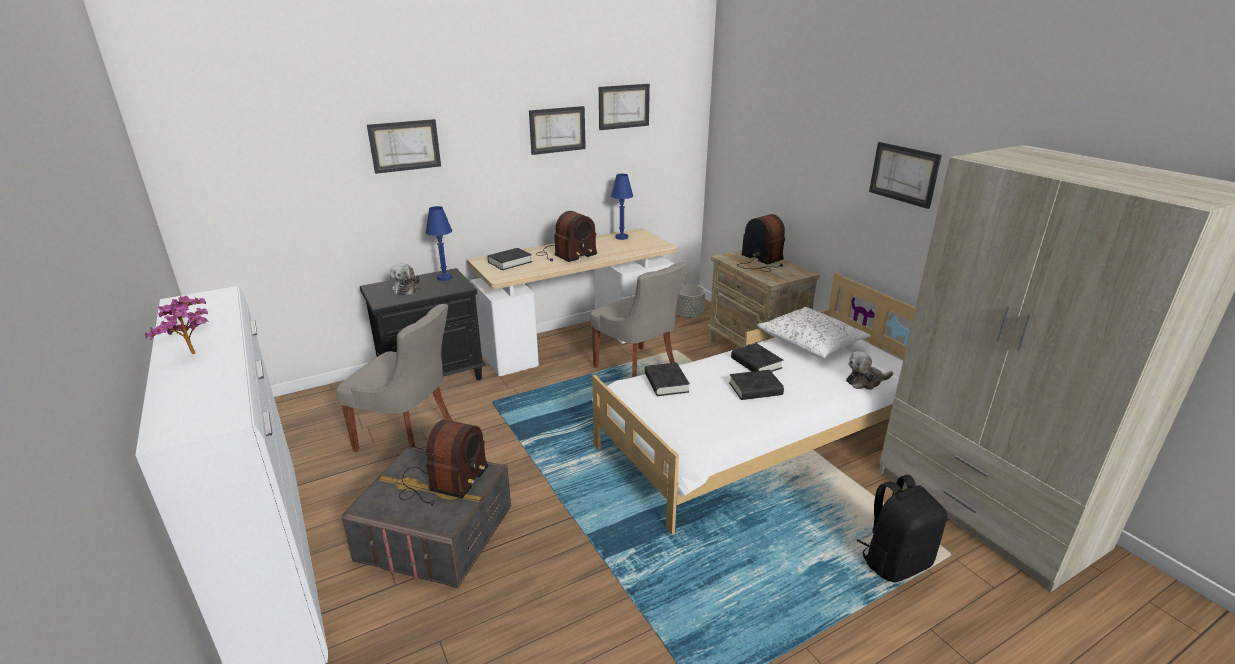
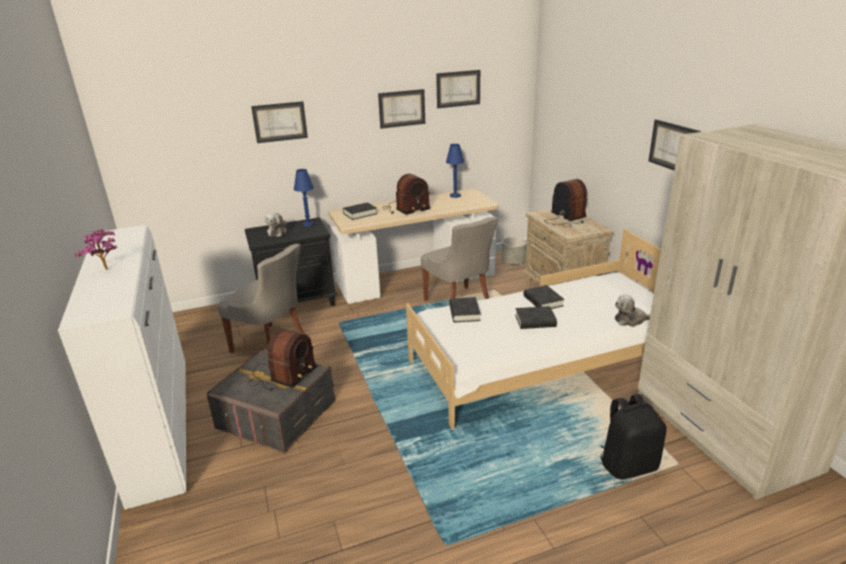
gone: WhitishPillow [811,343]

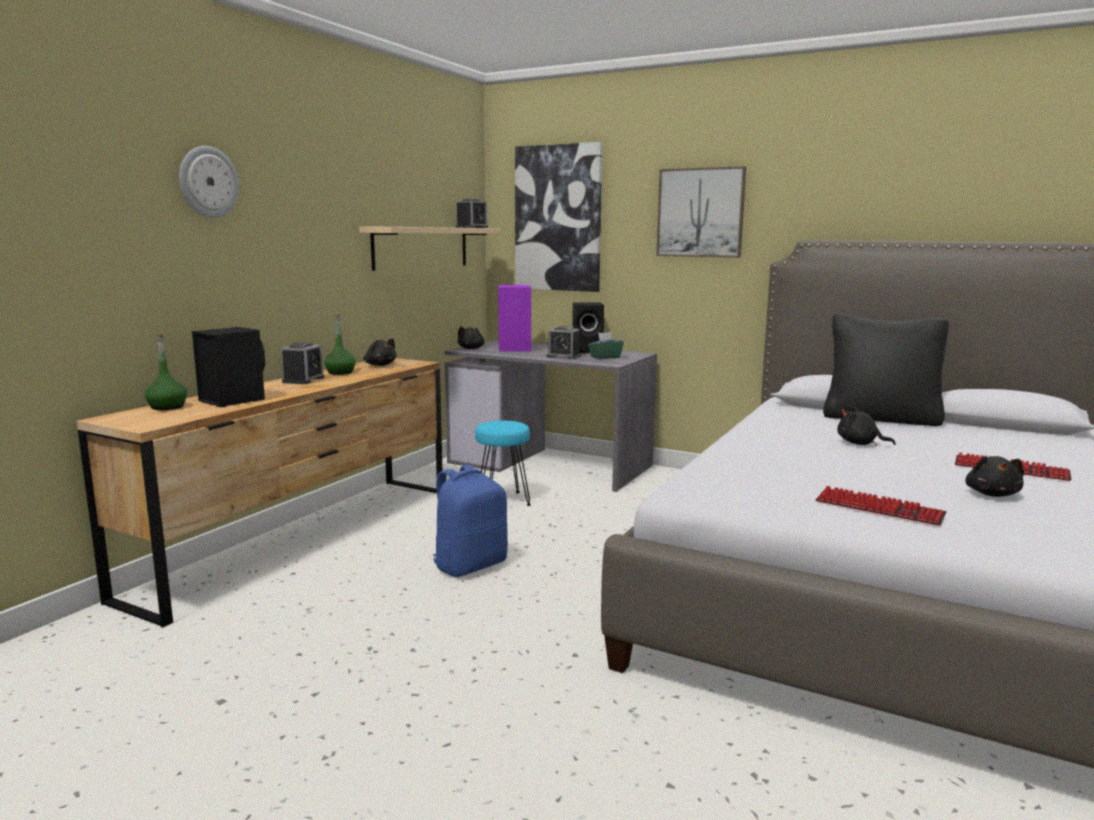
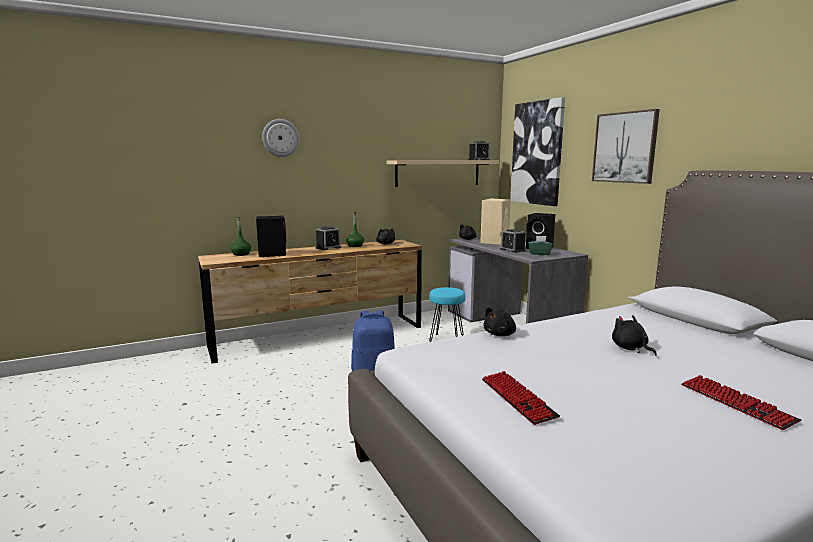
gone: BlackishPillow [880,418]
shifted: BlackishSoftToy [992,494] to [500,334]
repainted: PurpleColouredSpeaker [514,348] to BeigeColouredSpeaker [494,241]

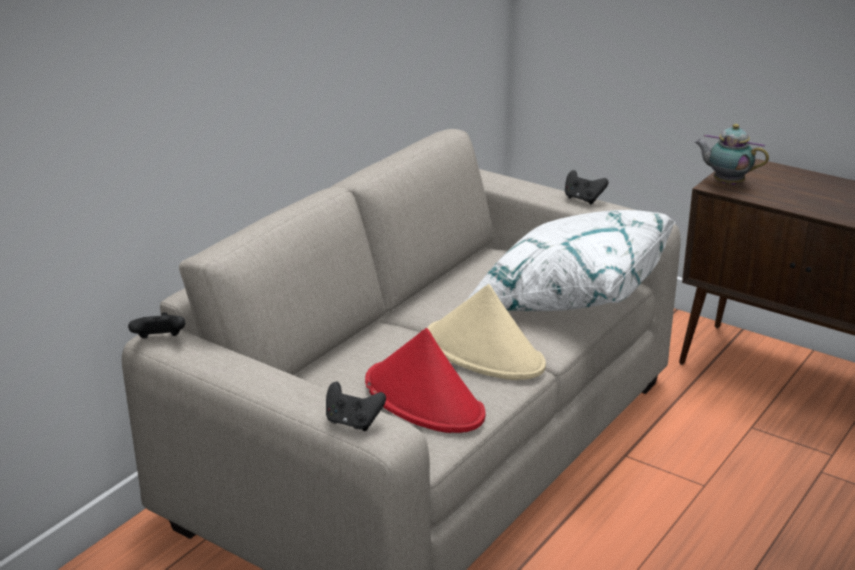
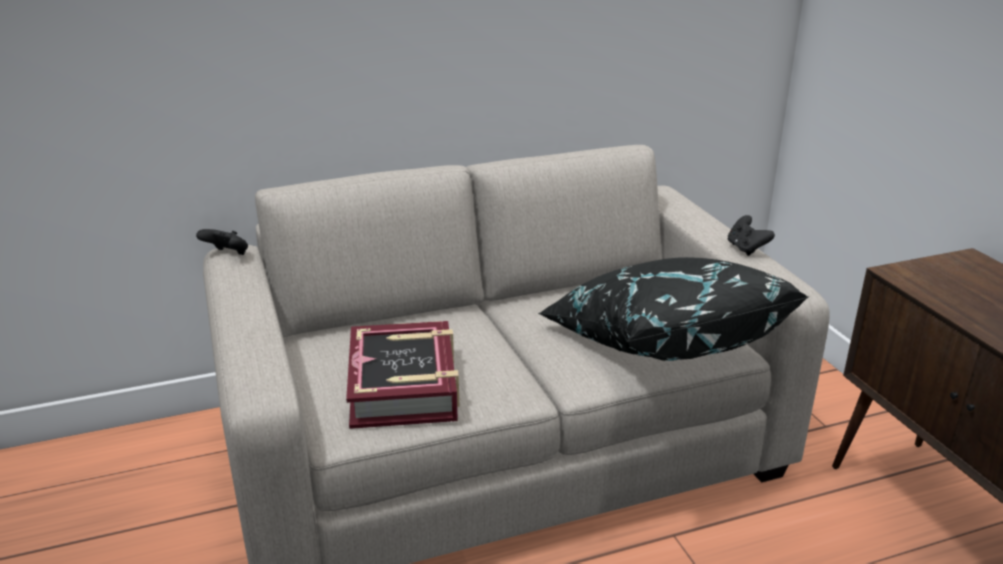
gone: BlackishJoypad [353,422]; BeigeColouredWearableHat [485,352]; TeaPot [726,183]
swapped: RedColouredWearableHat [424,399] to BoundBook [404,386]
repainted: WhitishPillow [568,297] to BlackishPillow [661,343]

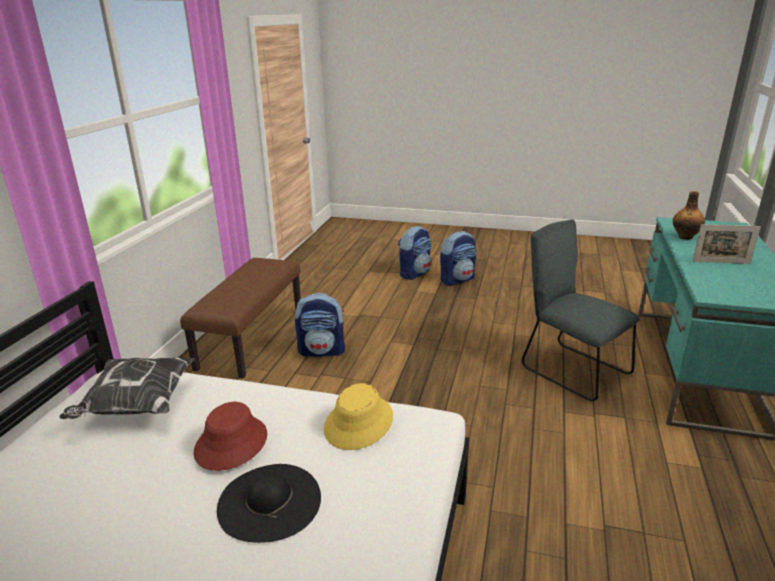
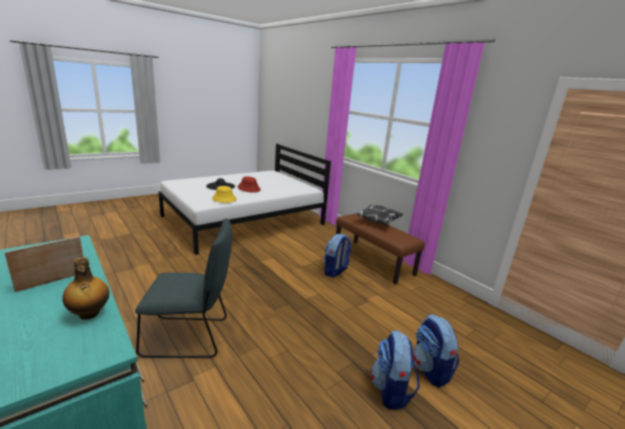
shifted: Pillow [136,405] to [377,222]

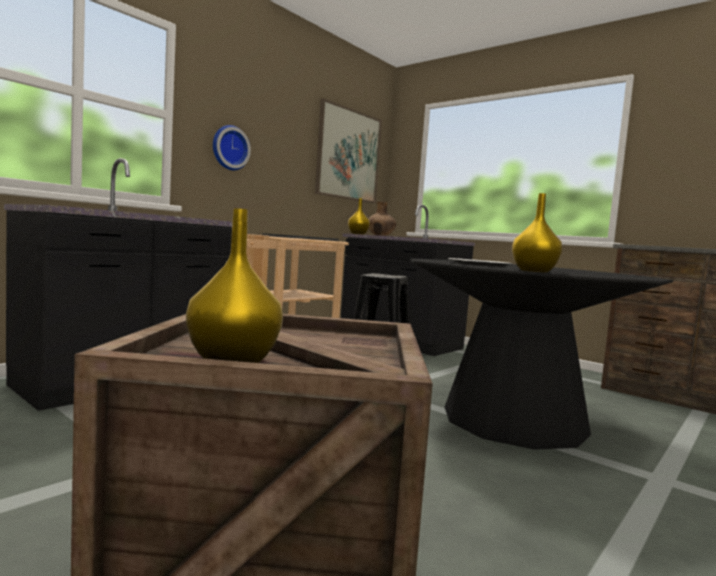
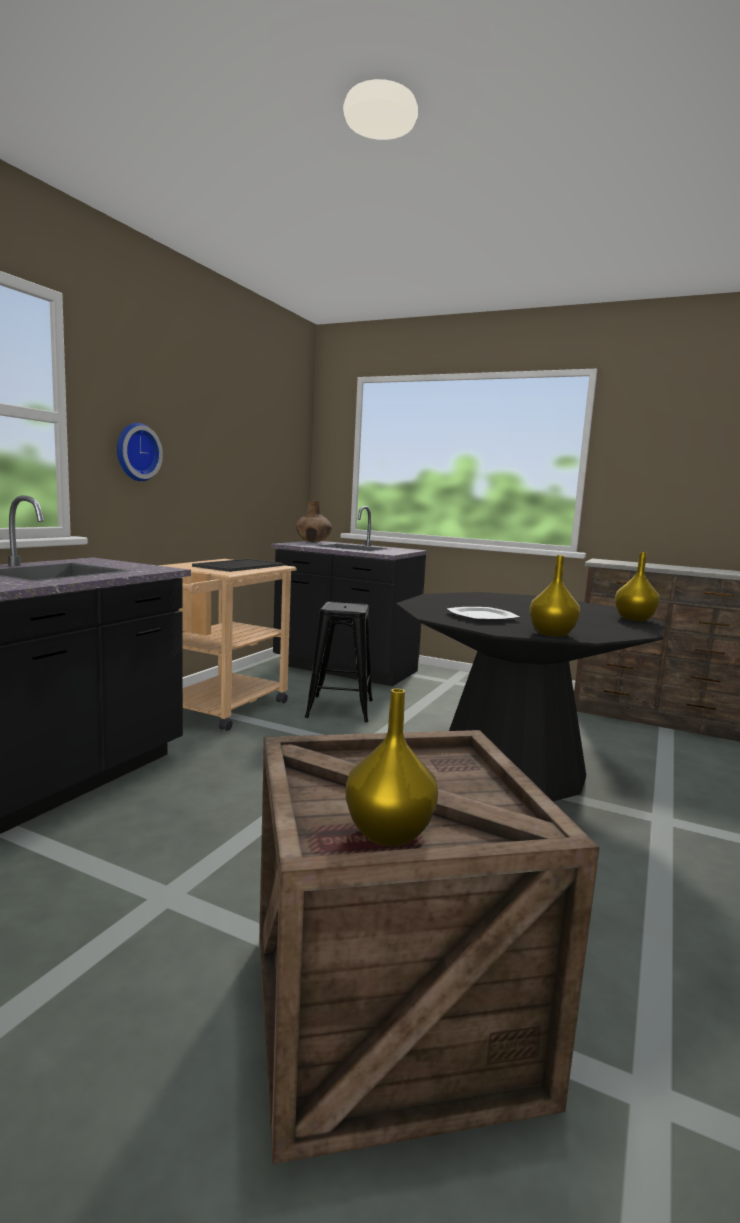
gone: WallPicture [348,155]
shifted: YellowDecorativeVase [358,234] to [634,619]

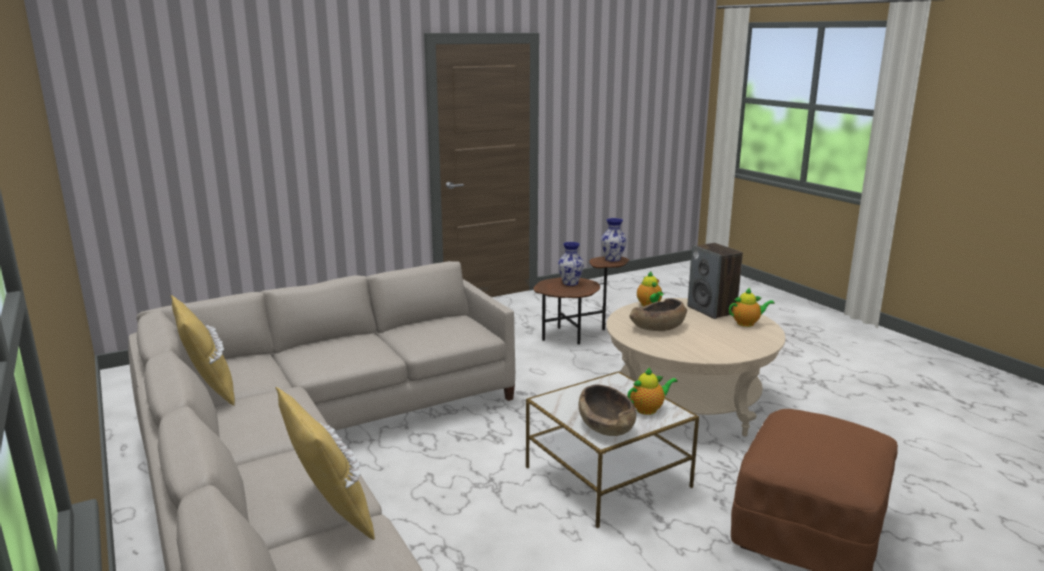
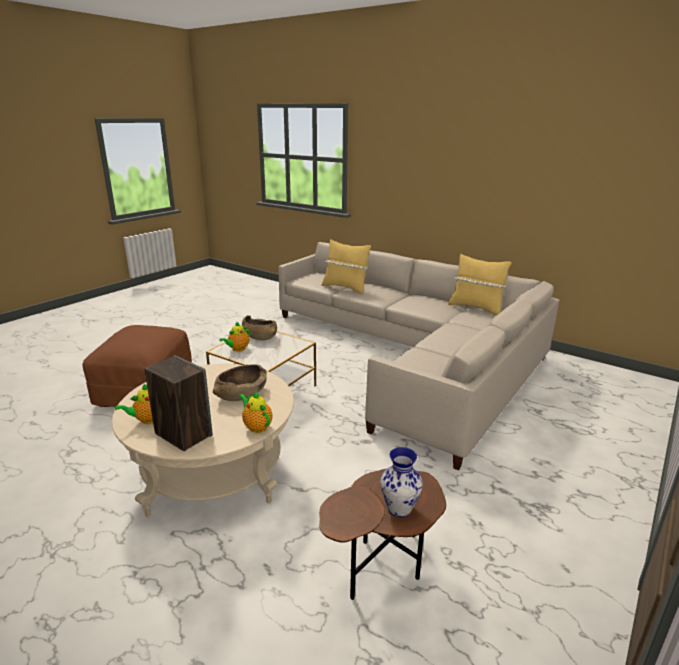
gone: DecorativeVase [613,259]

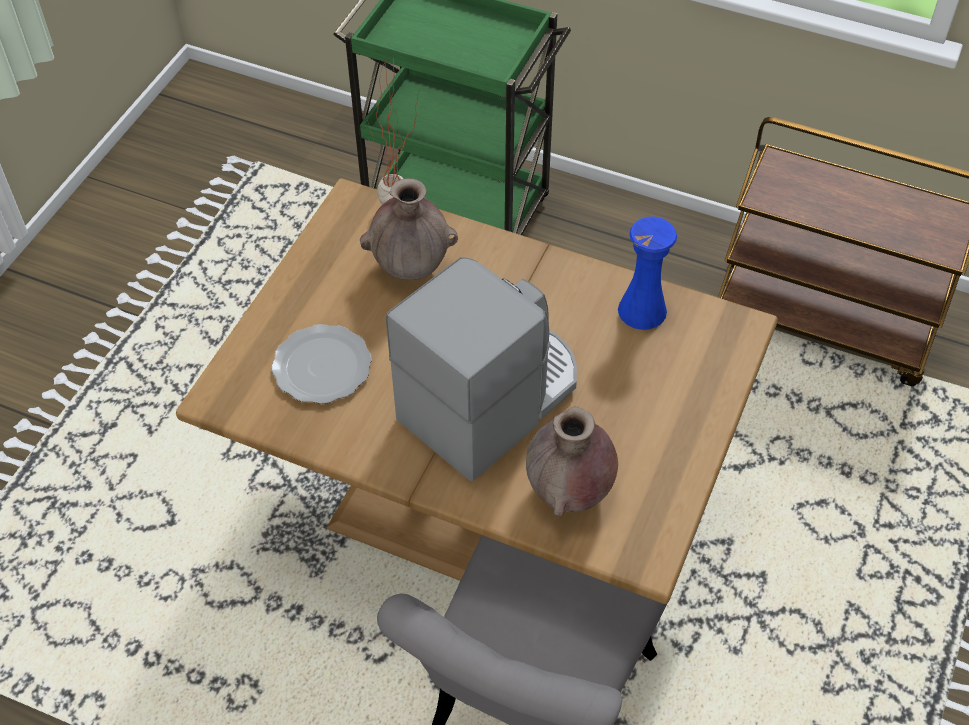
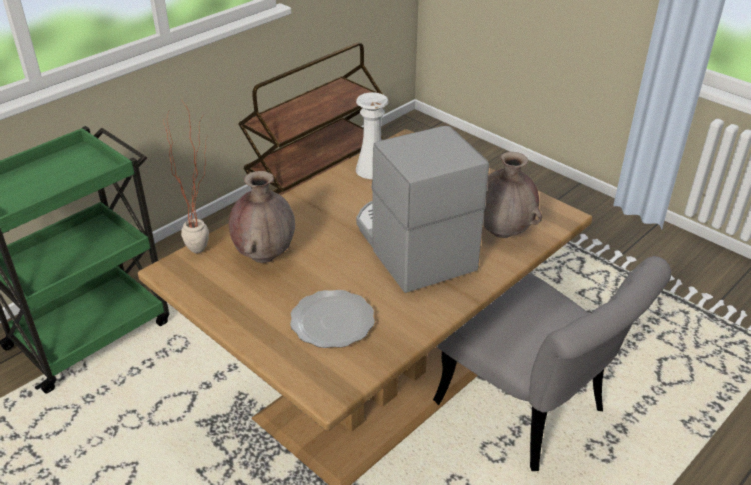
repainted: BlueDecorativeVase [642,310] to WhitishDecorativeVase [372,170]

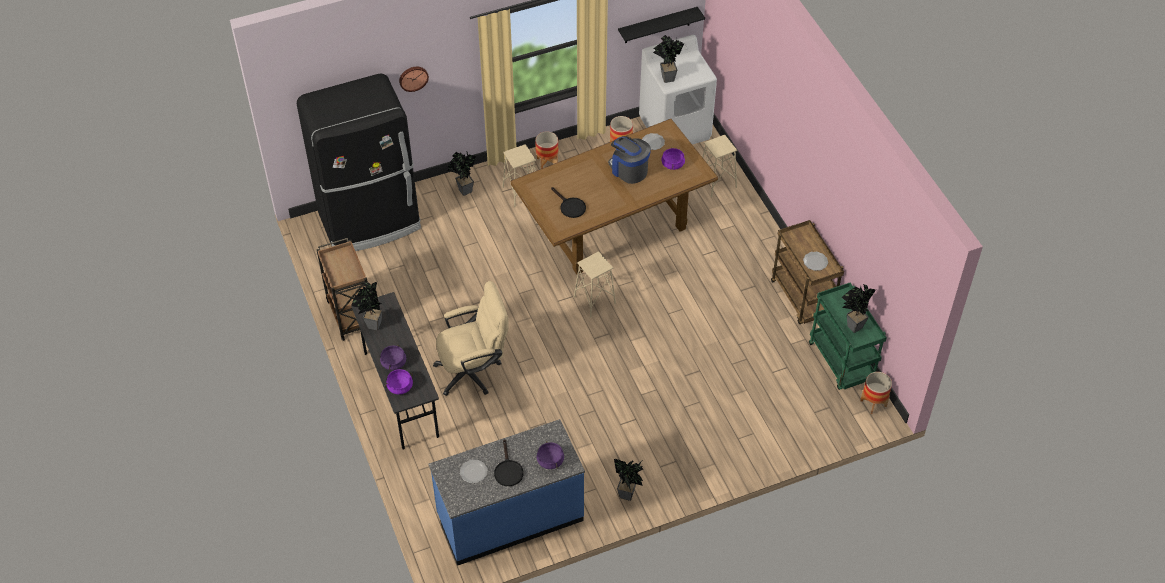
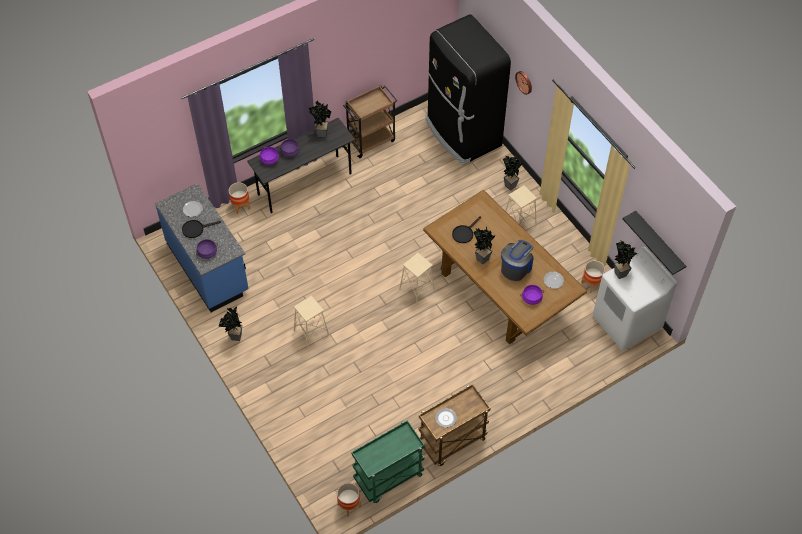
gone: BeigeColouredComputerChair [474,371]
shifted: FlowerPot [547,162] to [241,206]; BeigeColouredStoolSeat [717,183] to [311,333]; PlantInAPot [852,327] to [482,257]

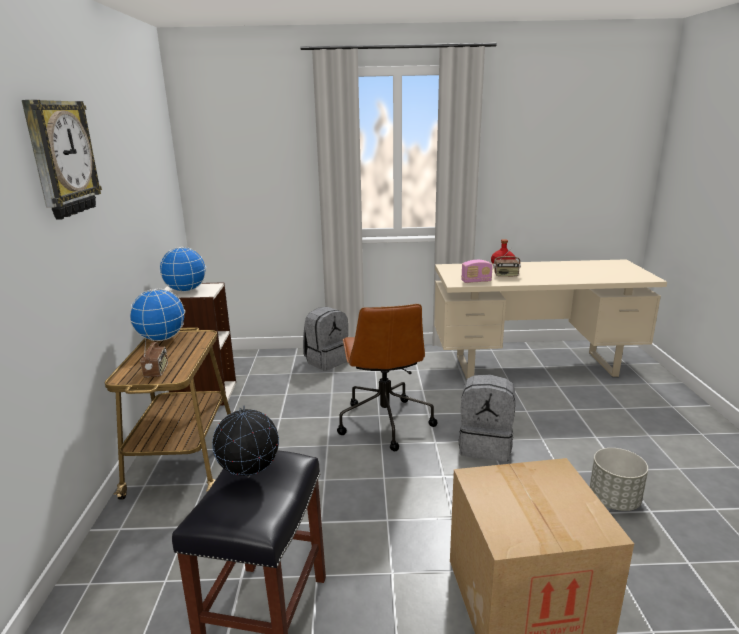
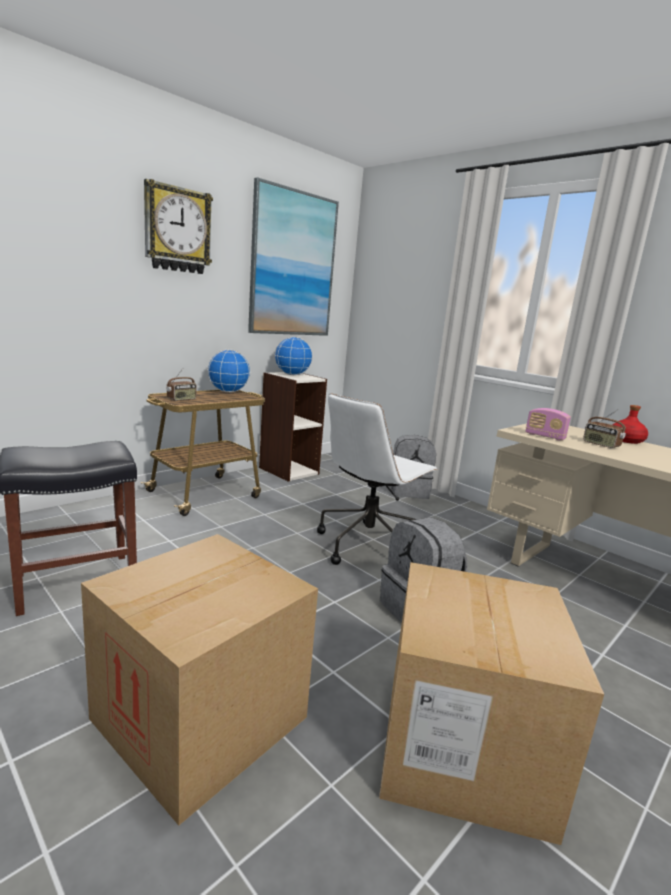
gone: DeskGlobe [250,476]
new: WallPicture [293,265]
swapped: GreyFlowerPot [614,500] to PackingBox [463,747]
repainted: BrownishComputerChair [384,422] to WhitishComputerChair [368,545]

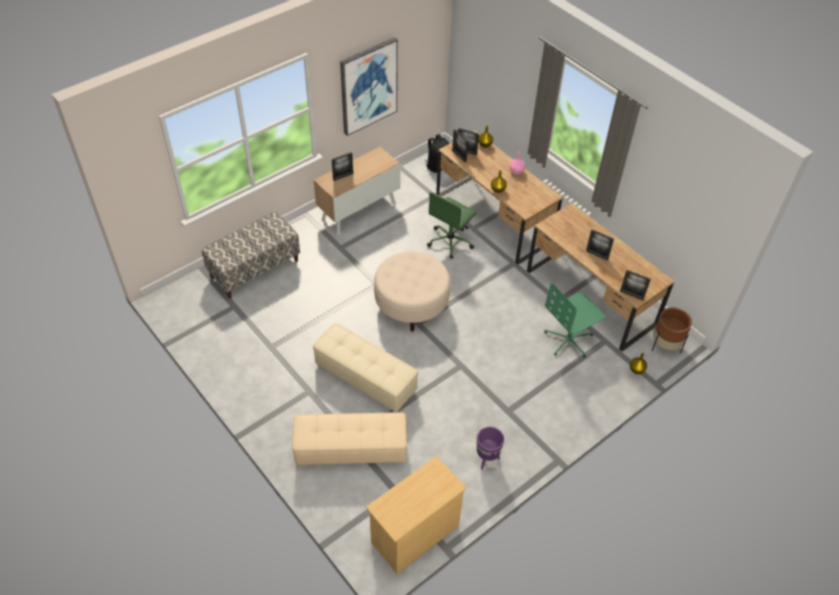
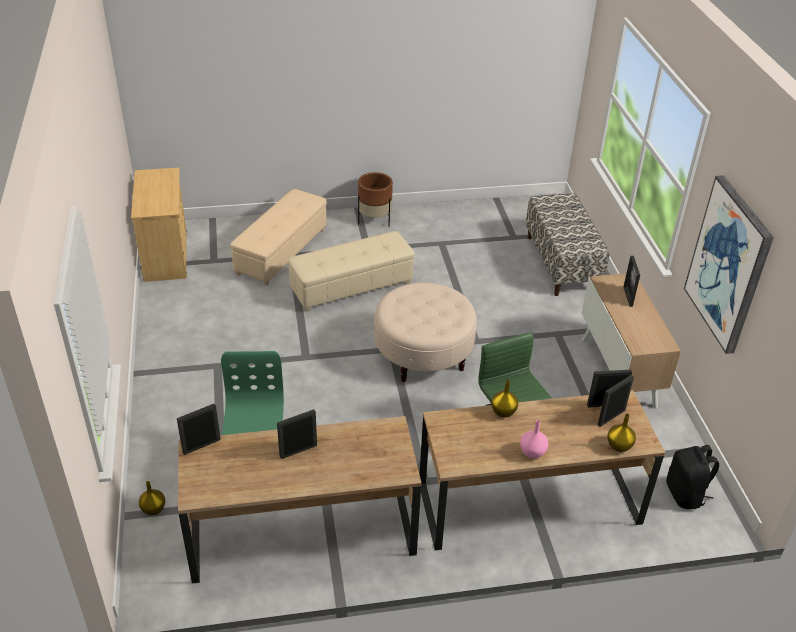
gone: PurpleColouredFlowerPot [487,458]
shifted: BrownishFlowerPot [665,345] to [374,220]

